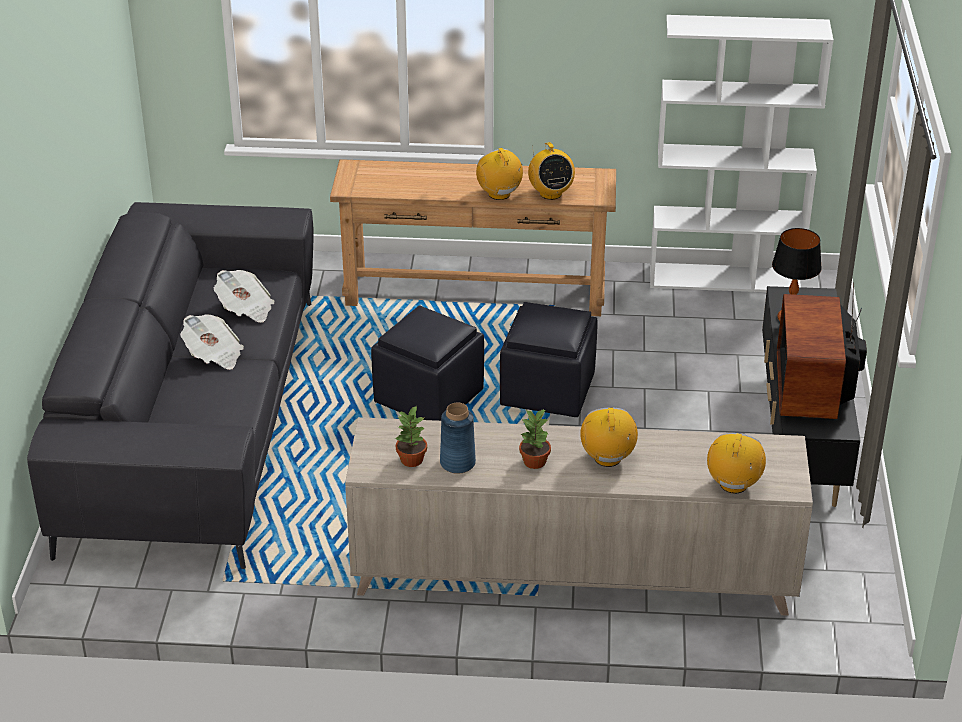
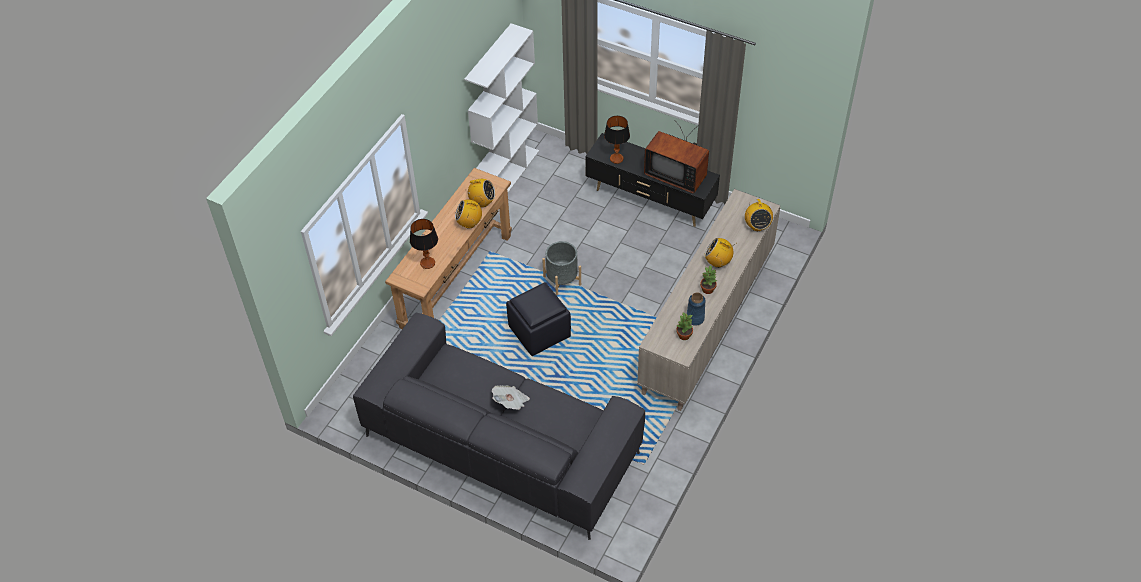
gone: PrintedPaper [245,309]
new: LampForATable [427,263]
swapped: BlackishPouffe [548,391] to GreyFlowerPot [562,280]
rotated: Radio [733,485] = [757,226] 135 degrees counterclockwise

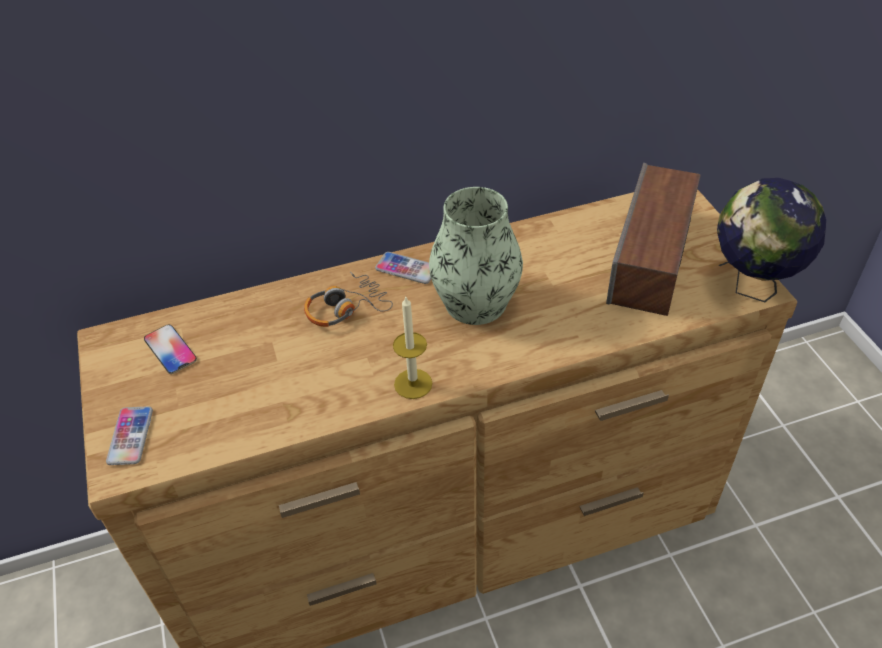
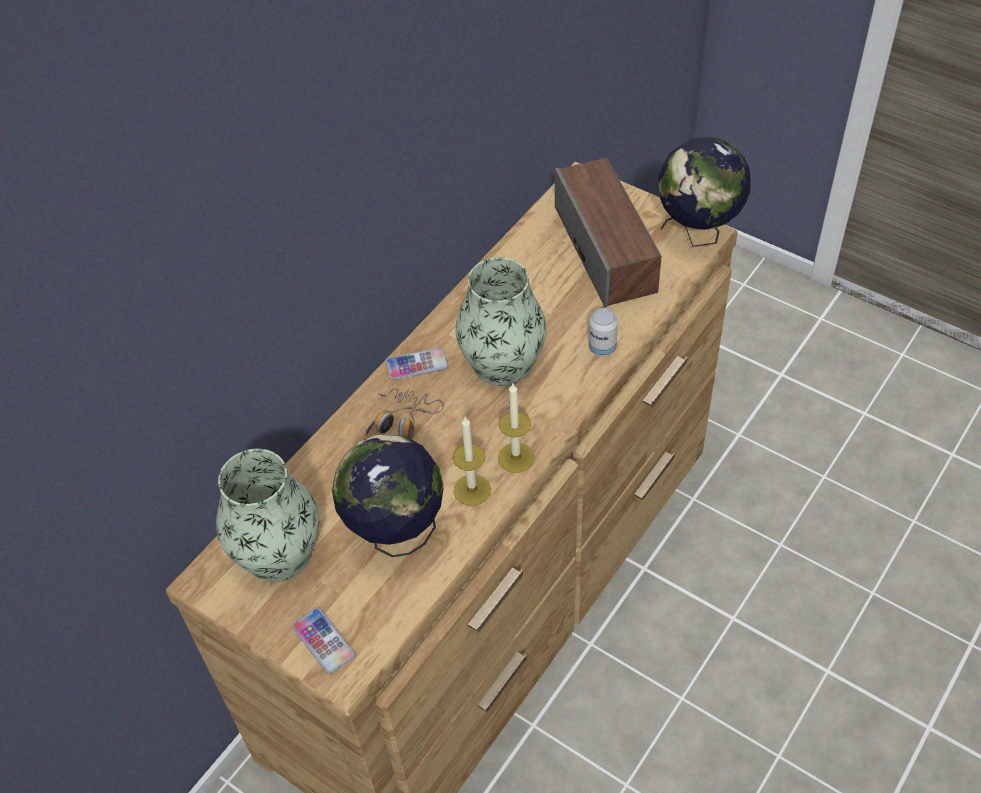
new: DeskGlobe [396,534]; WaxCandle [472,490]; Can [602,348]
swapped: Handset [170,350] to DecorativeVase [278,552]

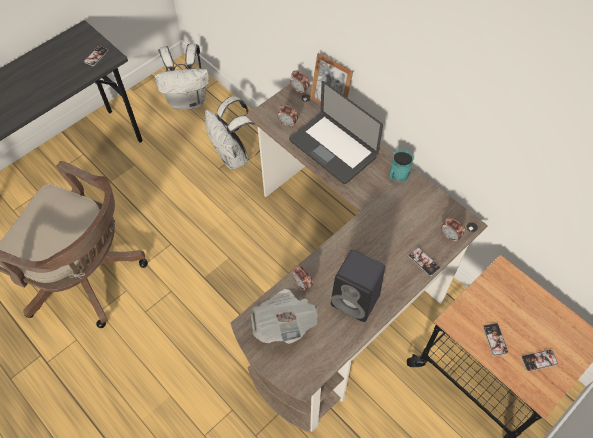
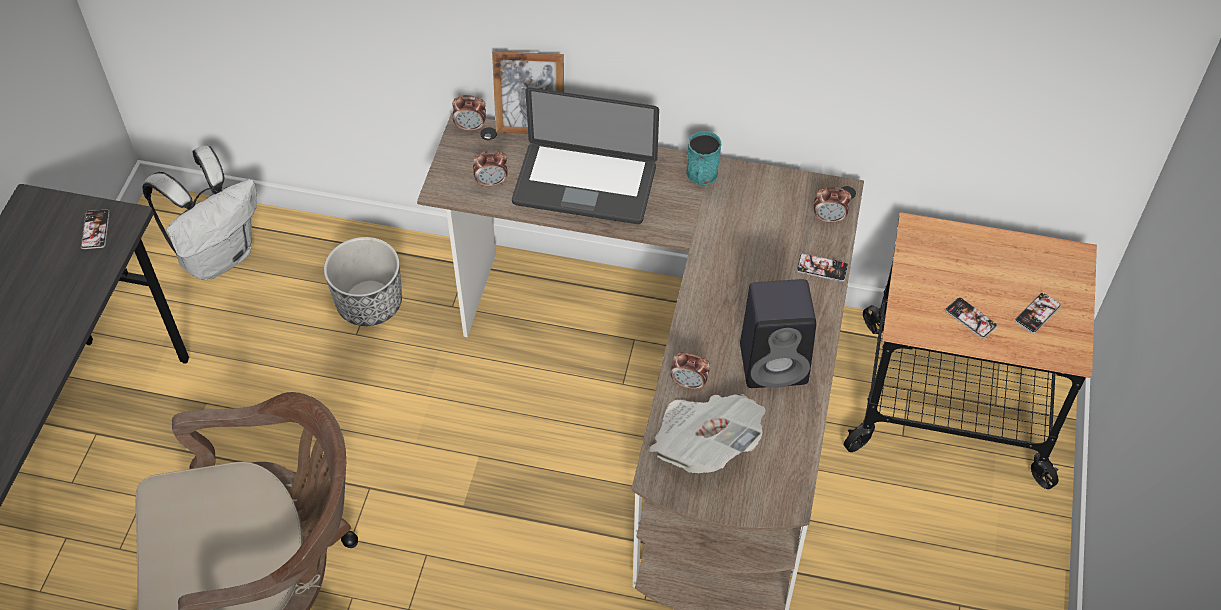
swapped: WhitishBackpack [235,157] to FlowerPot [370,303]

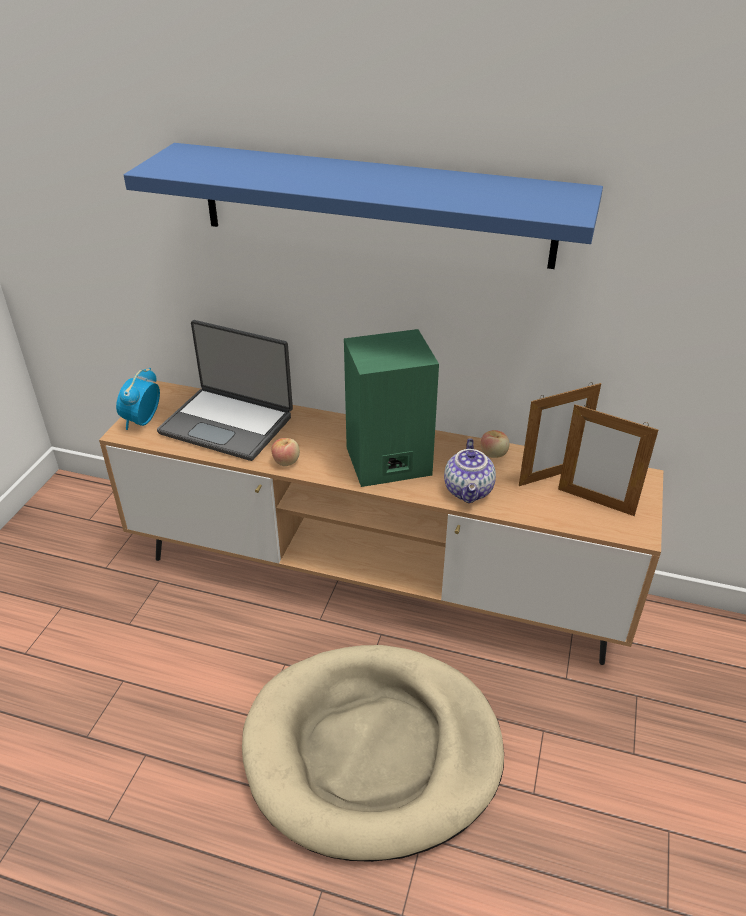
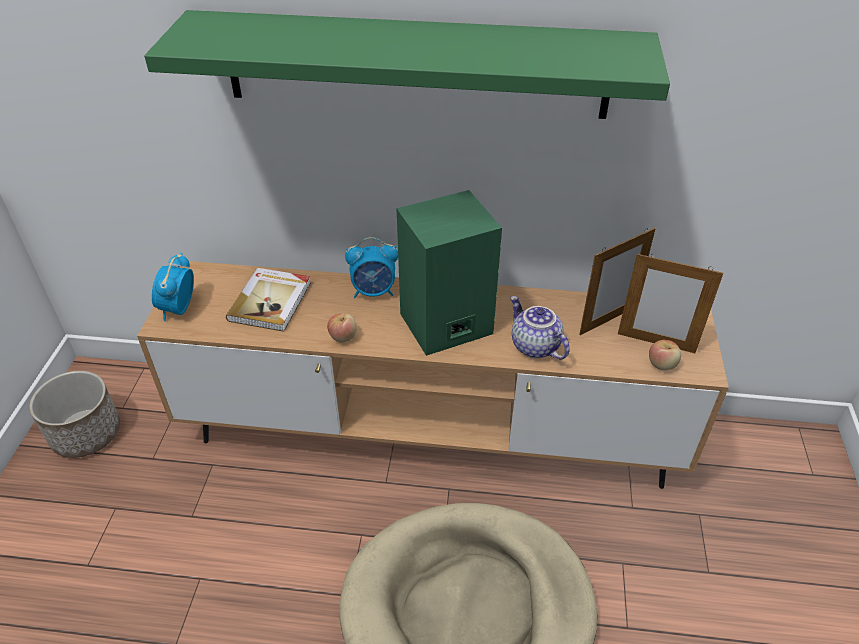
new: FlowerPot [86,433]; TableClock [374,291]
shifted: WholeApple [494,454] to [662,364]
swapped: Laptop [228,424] to BoundBook [271,301]
repainted: BlueWallShelf [374,205] to GreenColouredWallShelf [415,65]
rotated: TeaPot [469,491] = [534,346] 150 degrees clockwise

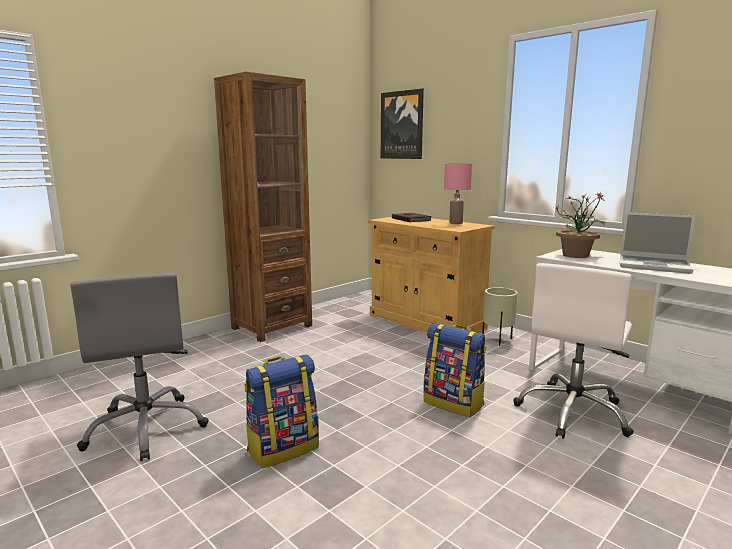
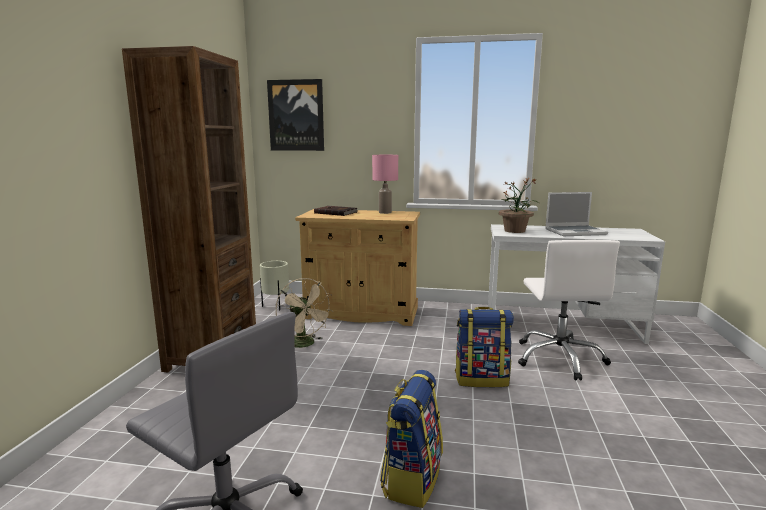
new: BeigeColouredCoolingFan [305,344]
shifted: BeigeColouredFlowerPot [497,341] to [276,306]

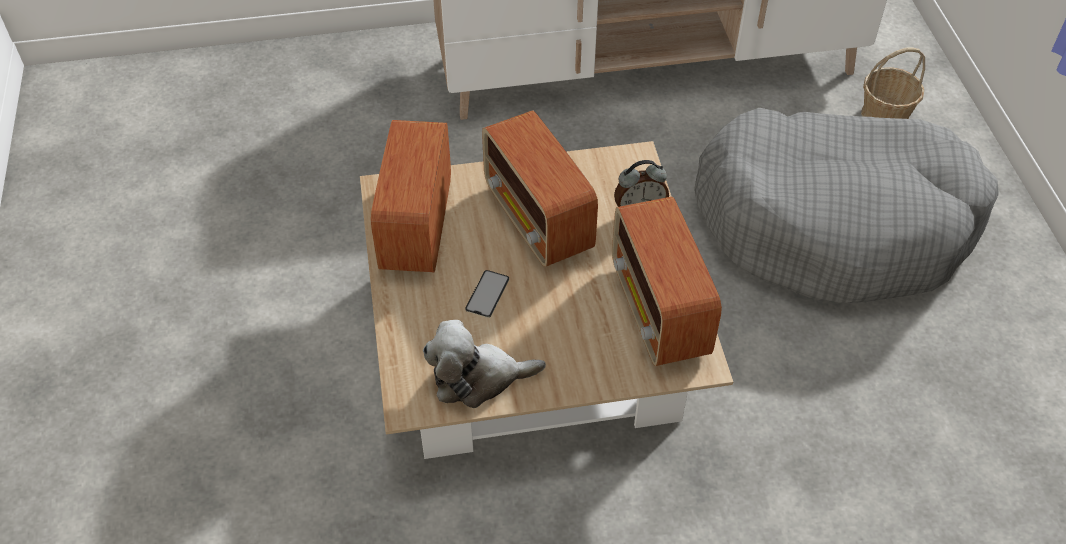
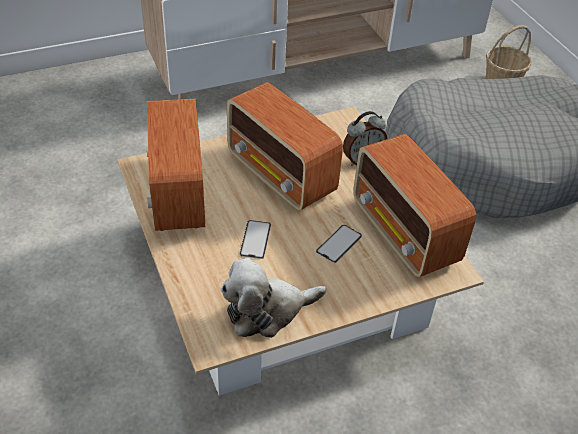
new: Handset [339,244]

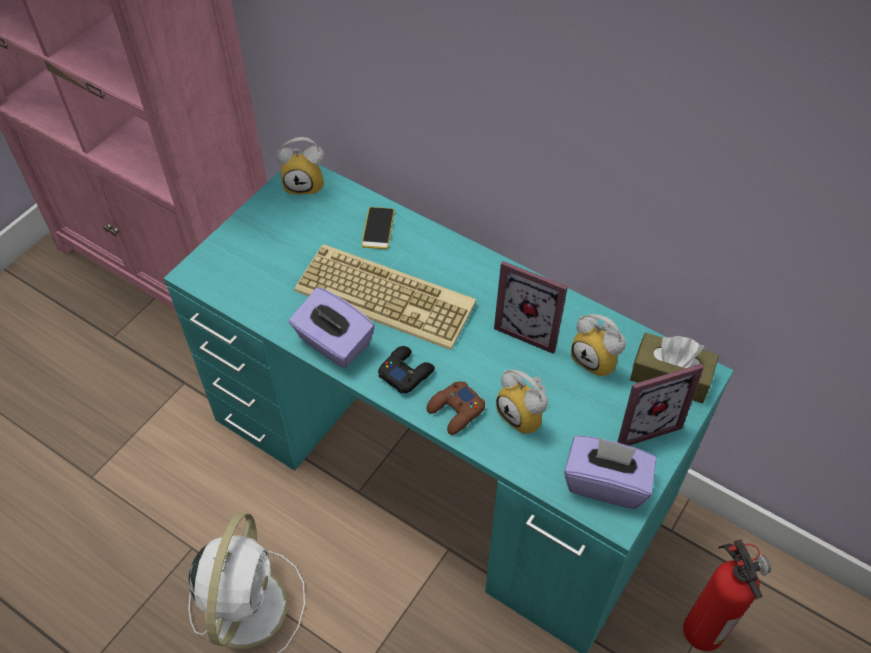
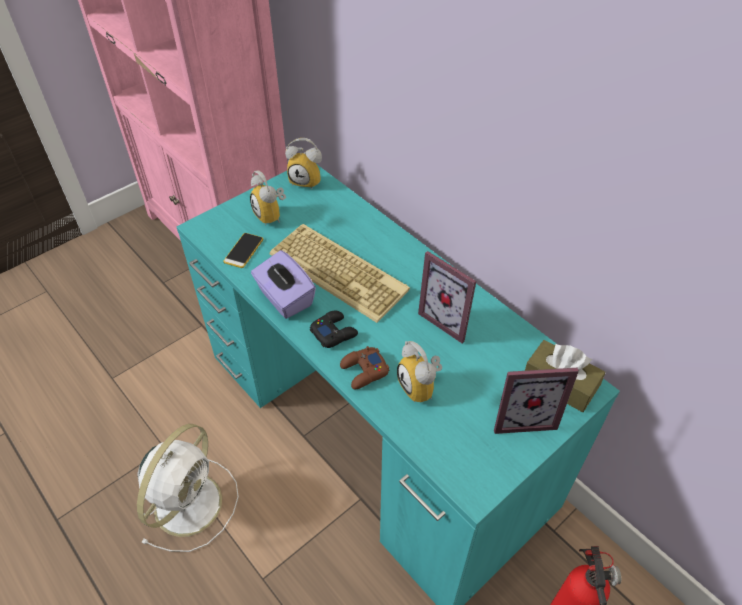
gone: PurpleColouredTissueHolder [605,482]
shifted: Handset [378,228] to [243,250]; TableClock [598,359] to [272,216]

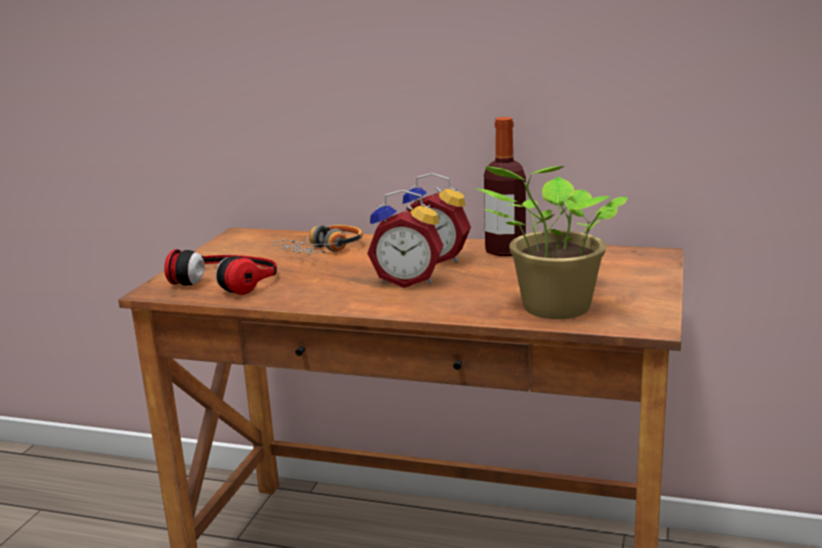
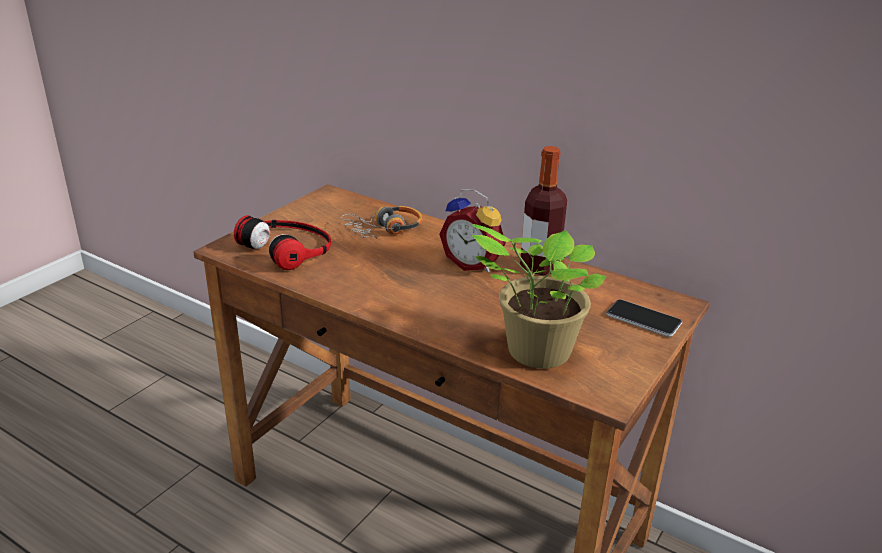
gone: TableClock [408,281]
new: Handset [643,319]

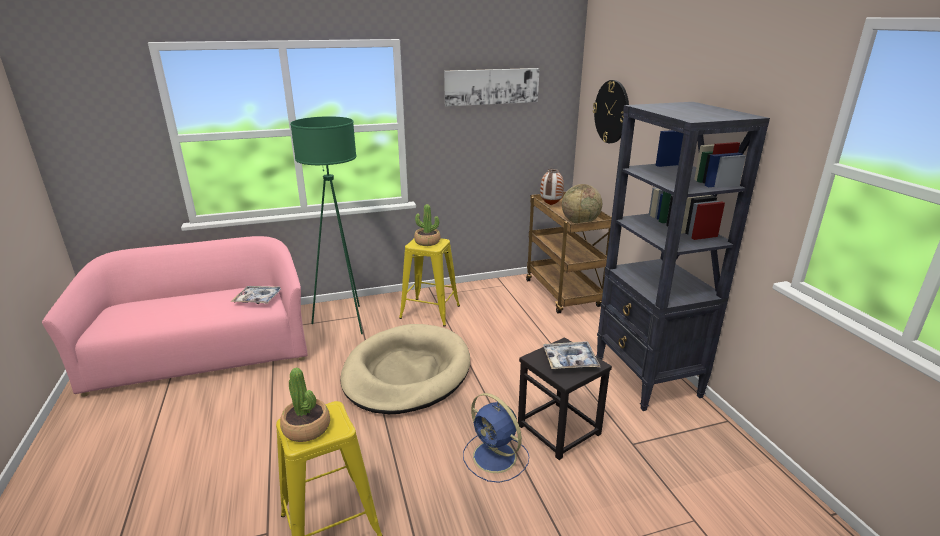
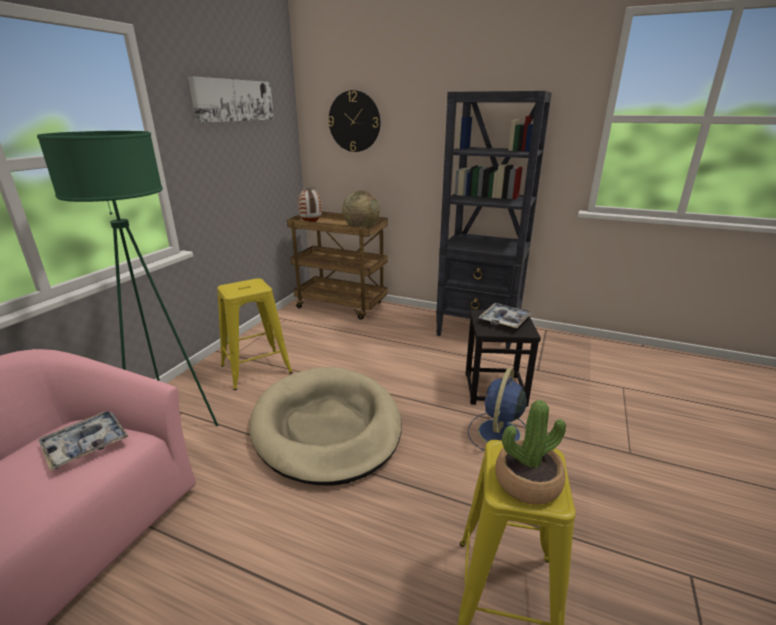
gone: PlantInAPot [427,242]
rotated: BlueCoolingFan [496,458] = [498,434] 120 degrees clockwise

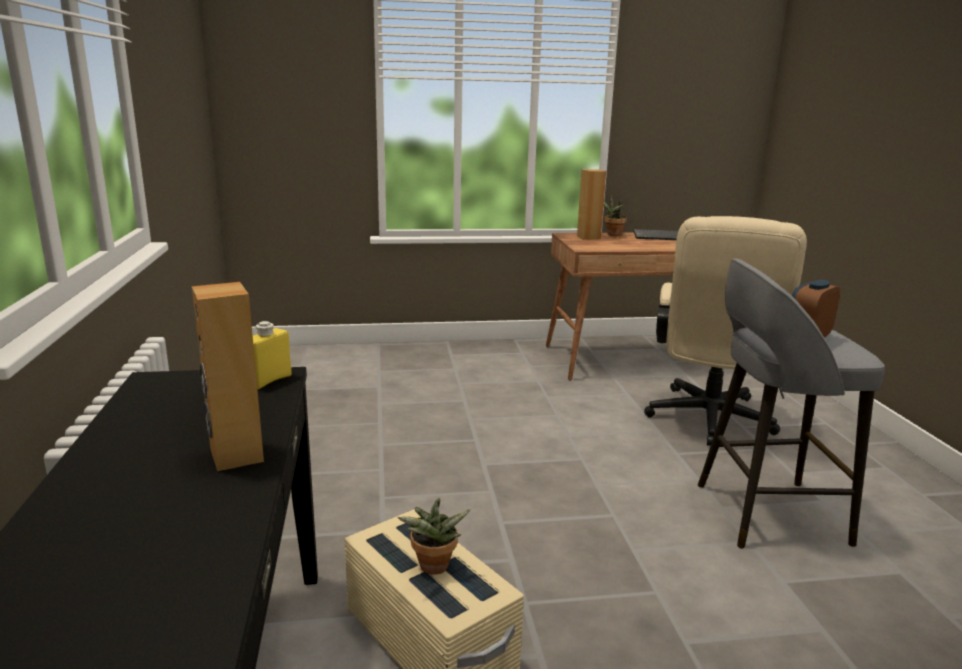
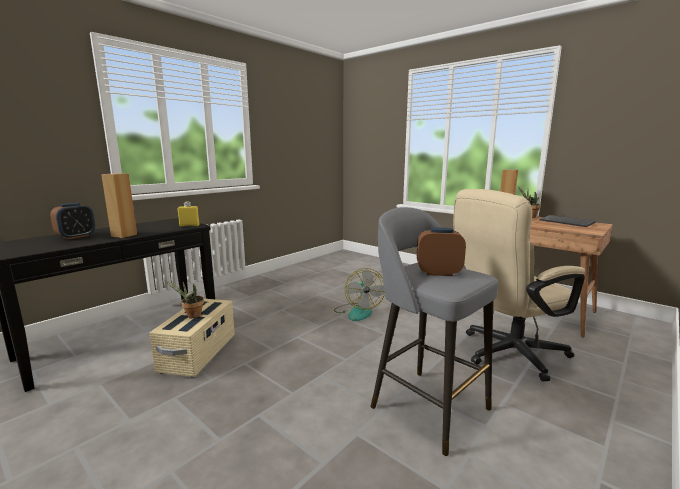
new: TableClock [76,236]; CoolingFan [358,311]

